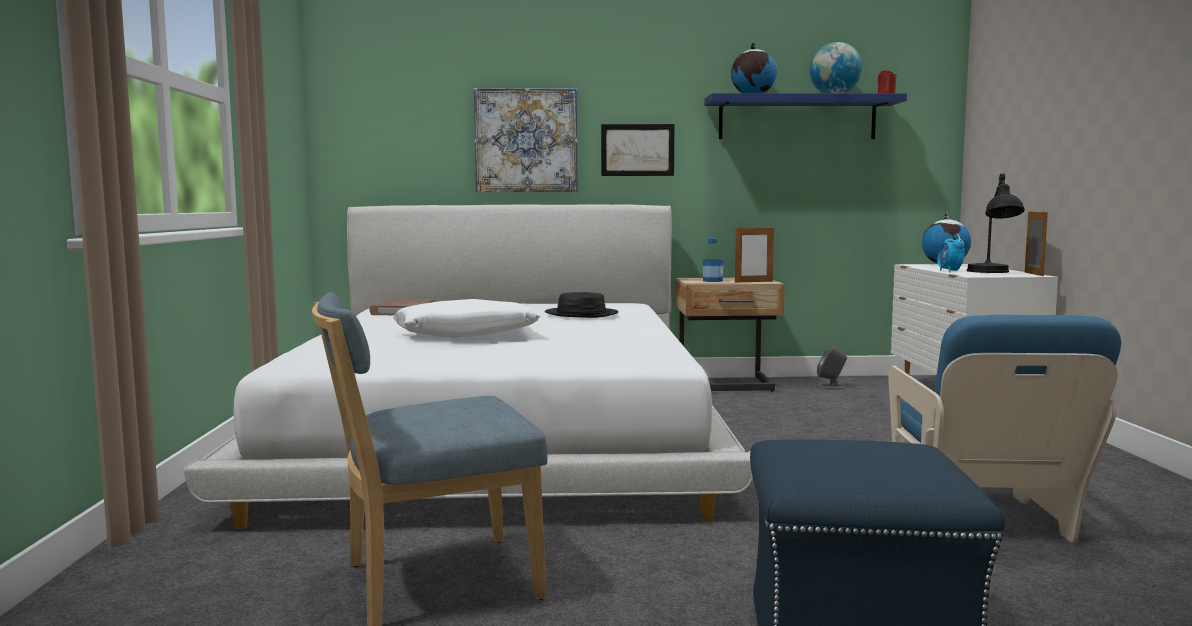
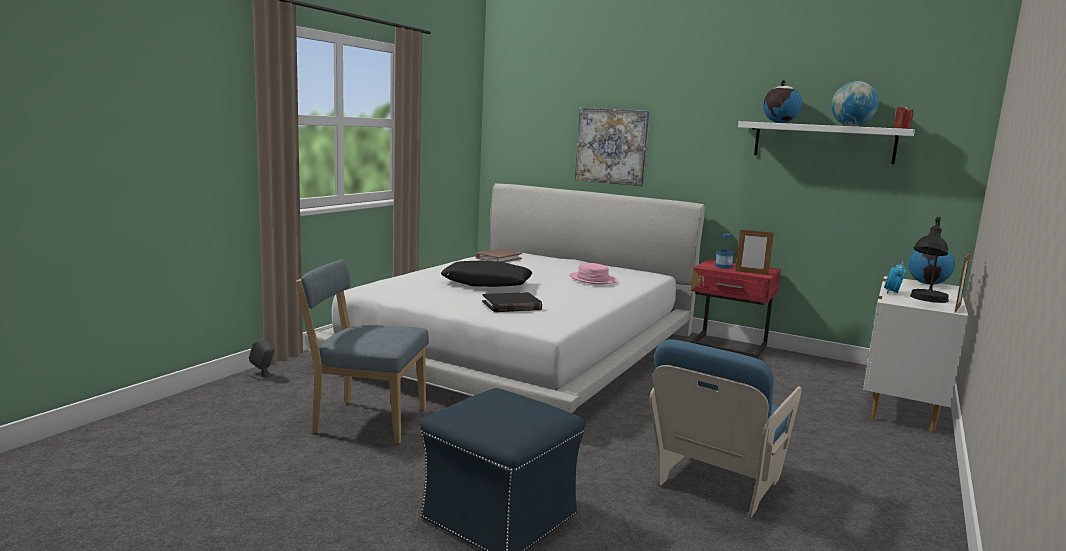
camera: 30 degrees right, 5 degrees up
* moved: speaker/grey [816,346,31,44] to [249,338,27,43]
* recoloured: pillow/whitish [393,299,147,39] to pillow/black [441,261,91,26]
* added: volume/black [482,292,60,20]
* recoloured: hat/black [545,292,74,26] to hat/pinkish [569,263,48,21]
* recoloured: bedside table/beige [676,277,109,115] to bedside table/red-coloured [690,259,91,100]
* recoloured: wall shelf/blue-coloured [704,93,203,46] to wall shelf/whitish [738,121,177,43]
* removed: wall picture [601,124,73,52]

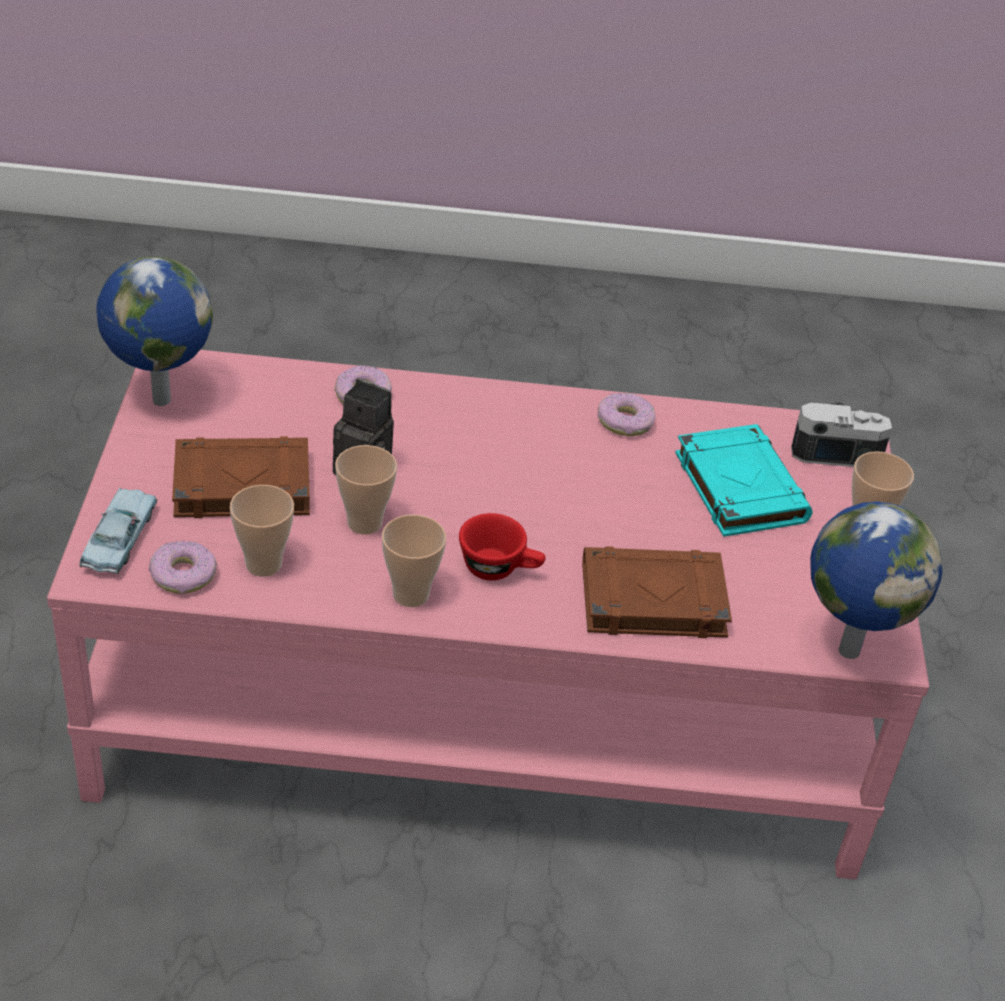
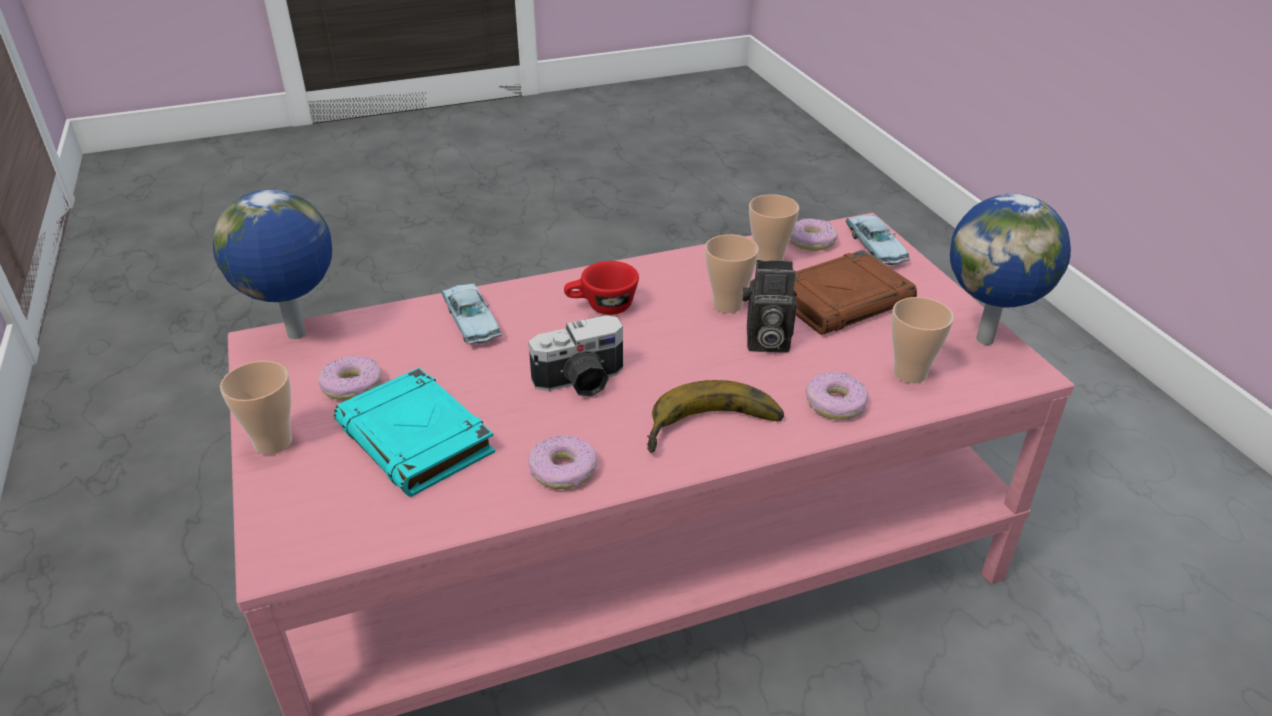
camera: 160 degrees right, 5 degrees down
* added: doughnut [318,356,64,45]
* replaced: volume/brownish [582,546,150,92] to toy car/blue-coloured [442,283,60,61]
* moved: photo camera [791,402,101,65] to [528,315,95,82]
* added: banana fruit [646,380,138,73]
* moved: drinking cup [382,515,64,92] to [891,297,63,86]

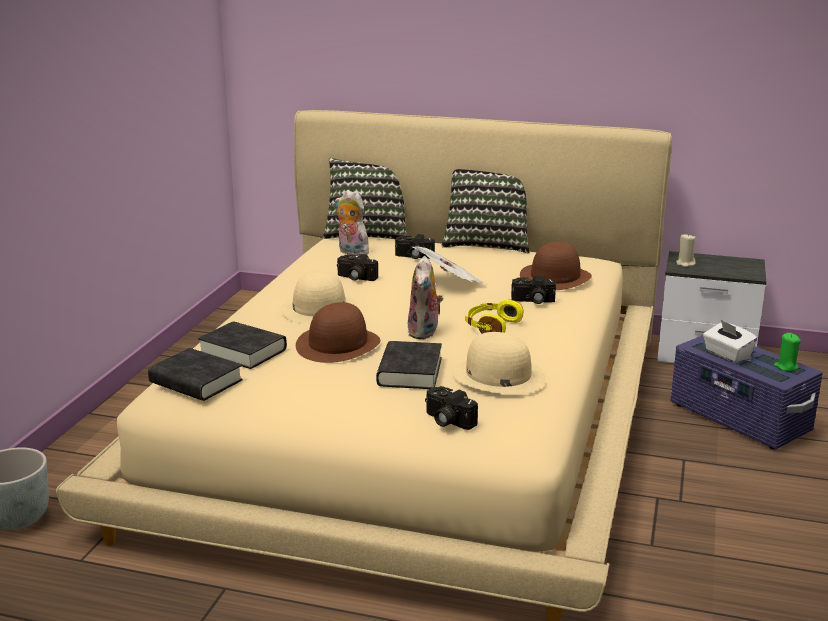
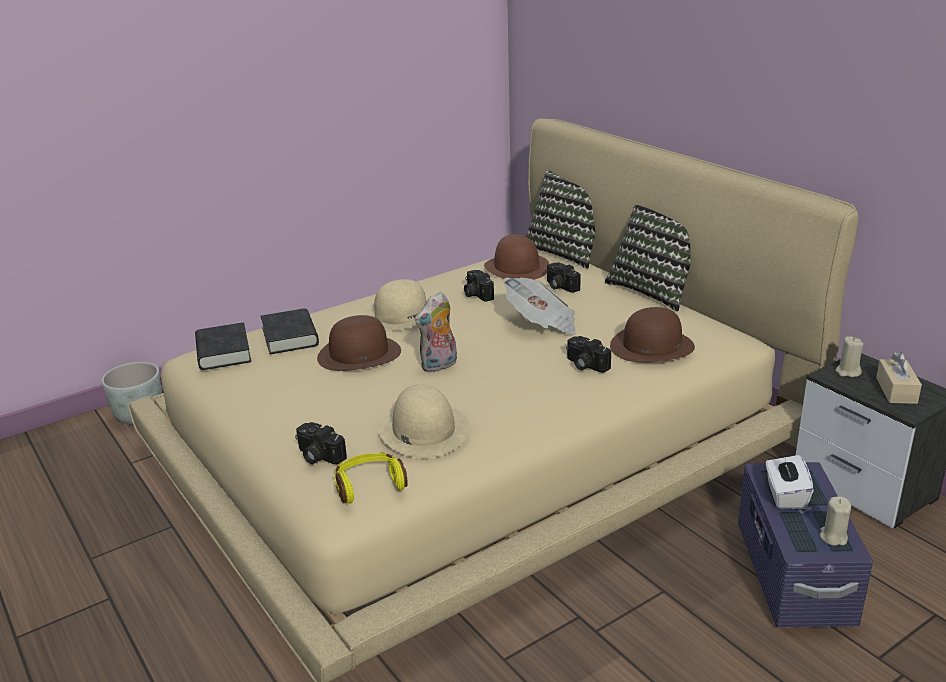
camera: 40 degrees right, 5 degrees up
* turned: photo camera [425,386,53,44] = [295,422,52,43] 45 degrees counterclockwise
* moved: headphones/yellowish [465,300,58,34] to [335,452,73,52]
* replaced: plush toy [335,190,38,66] to hat/brownish [484,234,65,46]
* recoloured: candle/green-coloured [774,333,27,38] to candle/beige [820,496,31,50]
* added: box of tissues/beige [876,352,46,52]
* removed: volume/black [376,341,66,48]

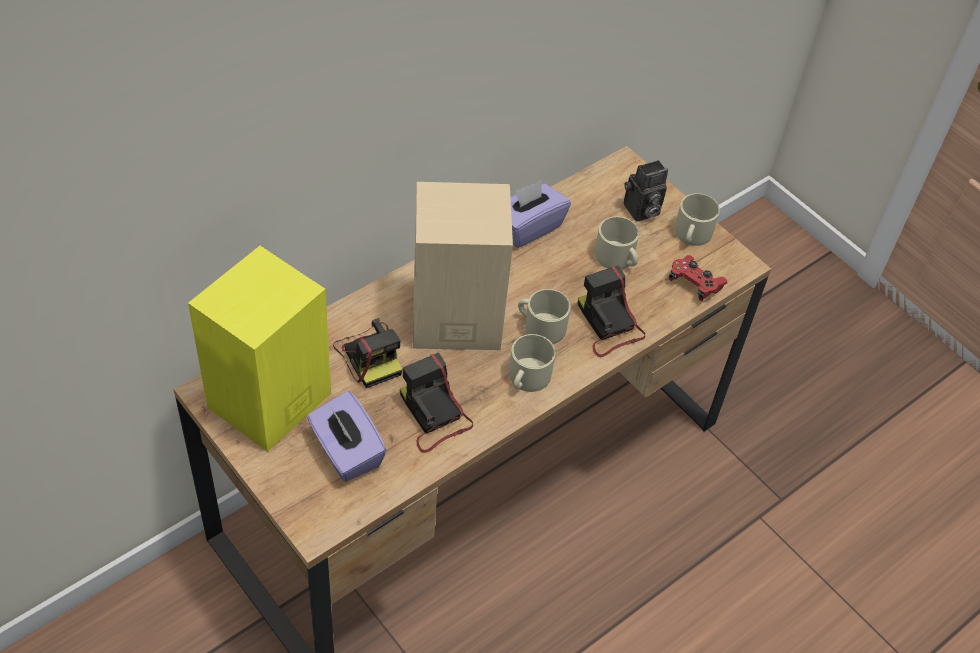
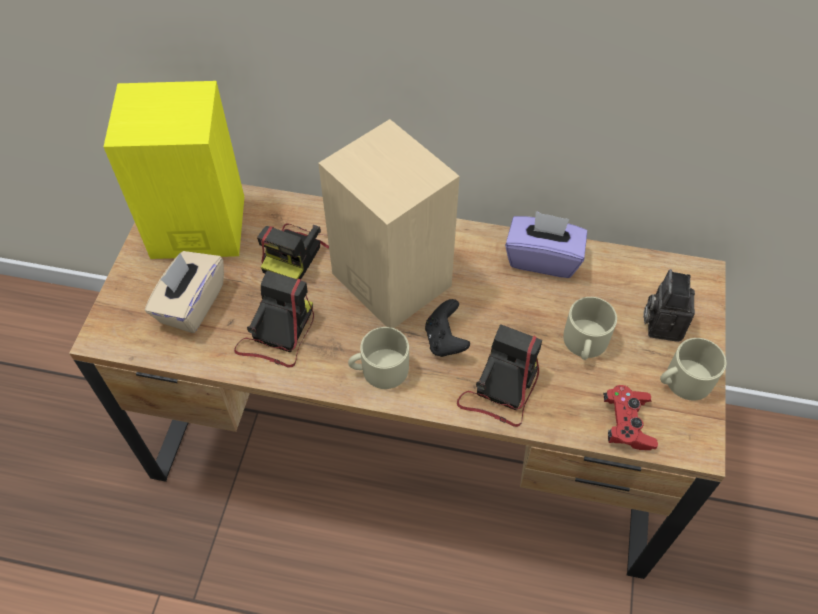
camera: 55 degrees right, 5 degrees up
* recoloured: box of tissues/purple [307,391,80,91] to box of tissues/beige [145,251,79,82]
* replaced: coffee mug/beige [518,289,53,55] to joypad/black [425,299,45,58]
* turned: photo camera [624,160,44,61] = [643,269,52,73] 75 degrees clockwise

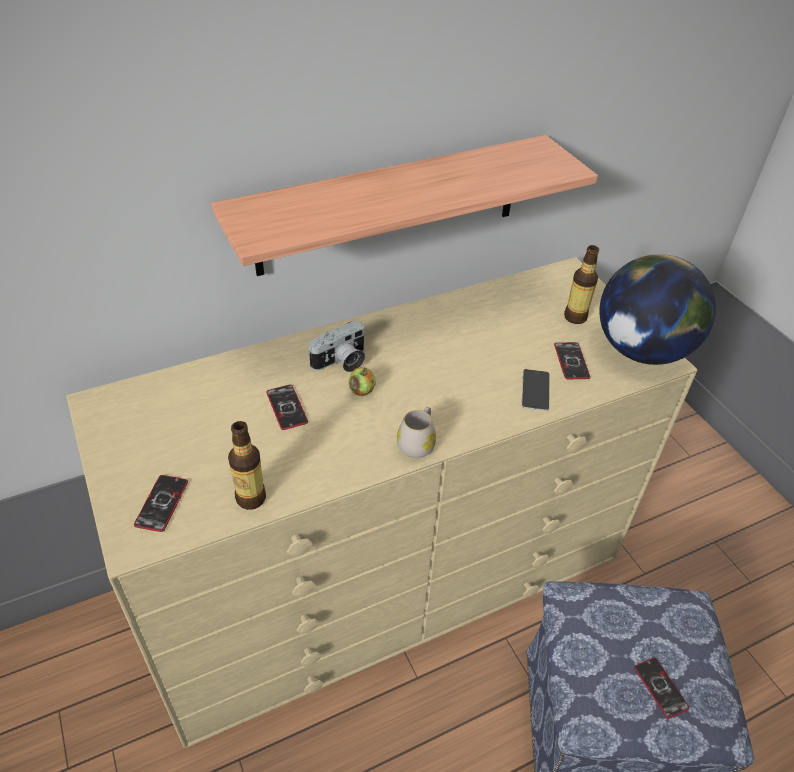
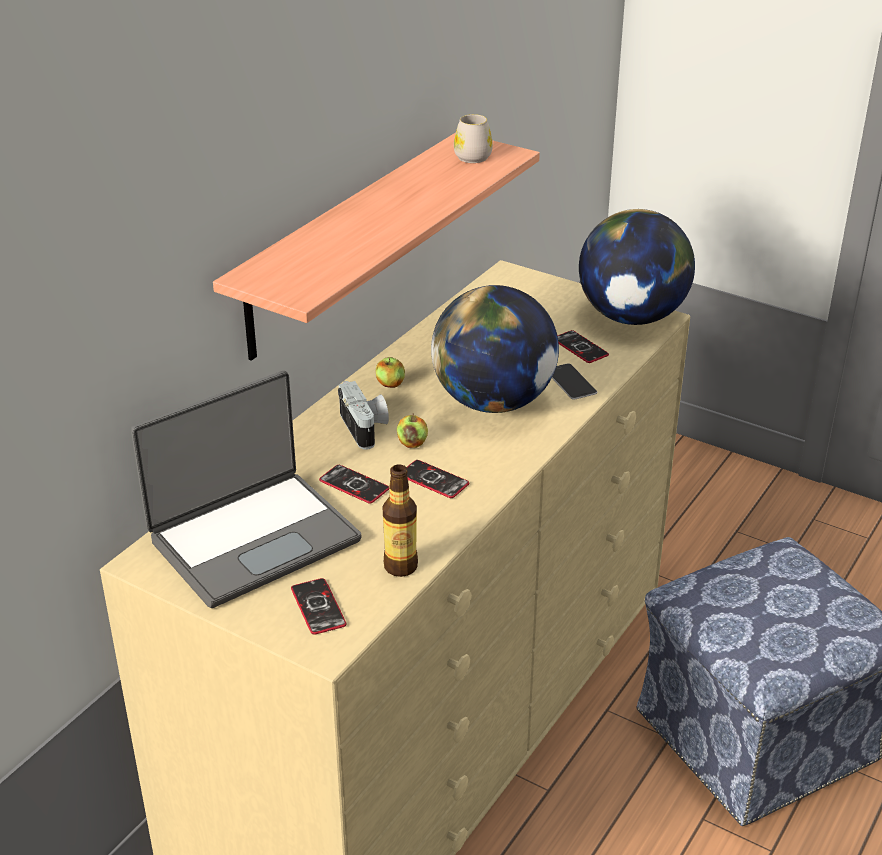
camera: 30 degrees left, 10 degrees down
* added: portable computer [131,371,231,237]
* turned: photo camera [308,320,57,52] = [338,381,51,69] 45 degrees counterclockwise
* added: apple fruit [376,357,29,31]
* moved: phone [634,658,55,61] to [407,460,62,38]
* added: desk globe [431,285,128,128]
* moved: coffee mug/whitish [397,407,39,51] to [454,114,39,49]
* removed: bottle [564,245,35,79]

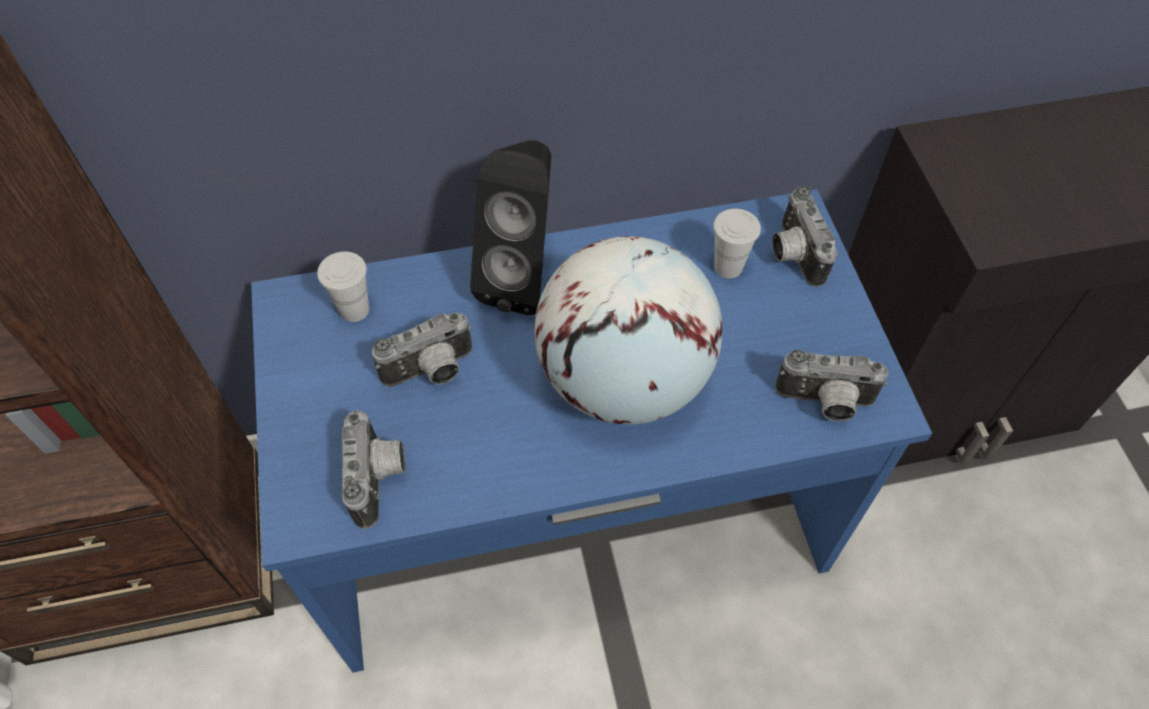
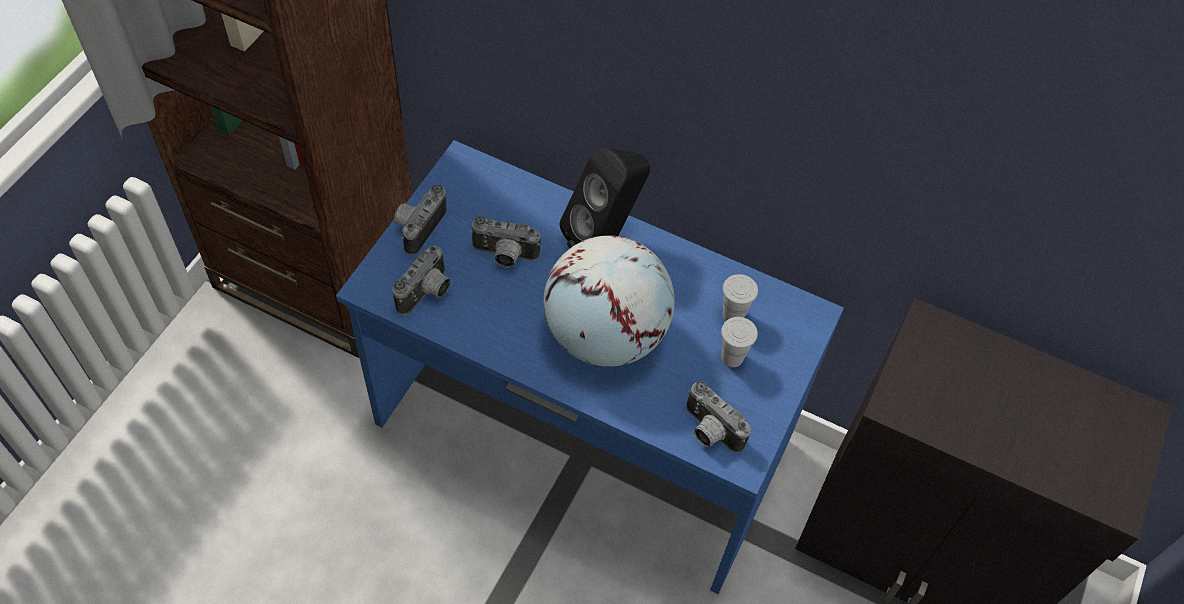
camera: 35 degrees right, 0 degrees up
* moved: photo camera [772,186,65,101] to [394,184,53,71]
* moved: drinking cup/whitish [317,252,52,70] to [721,317,37,50]

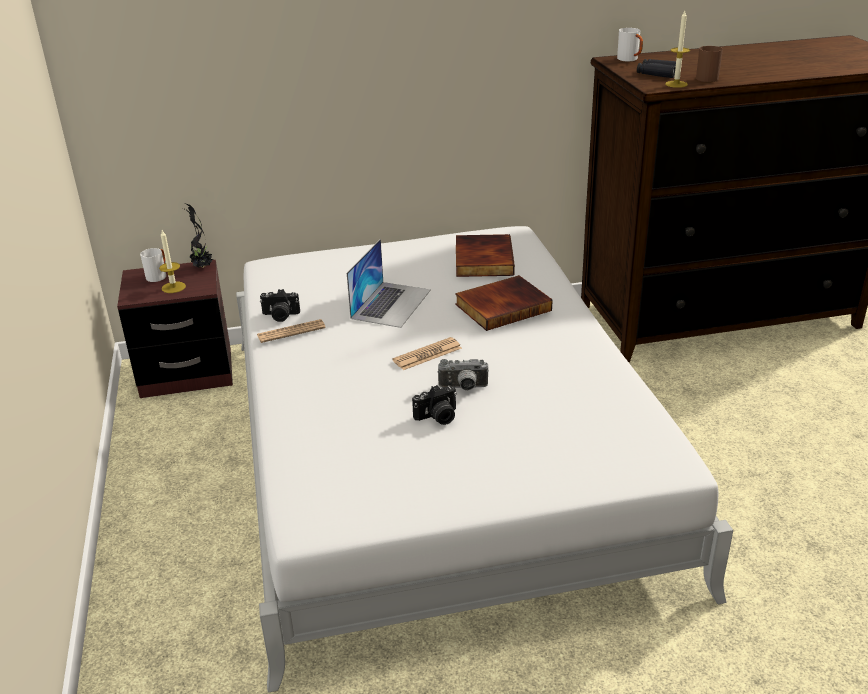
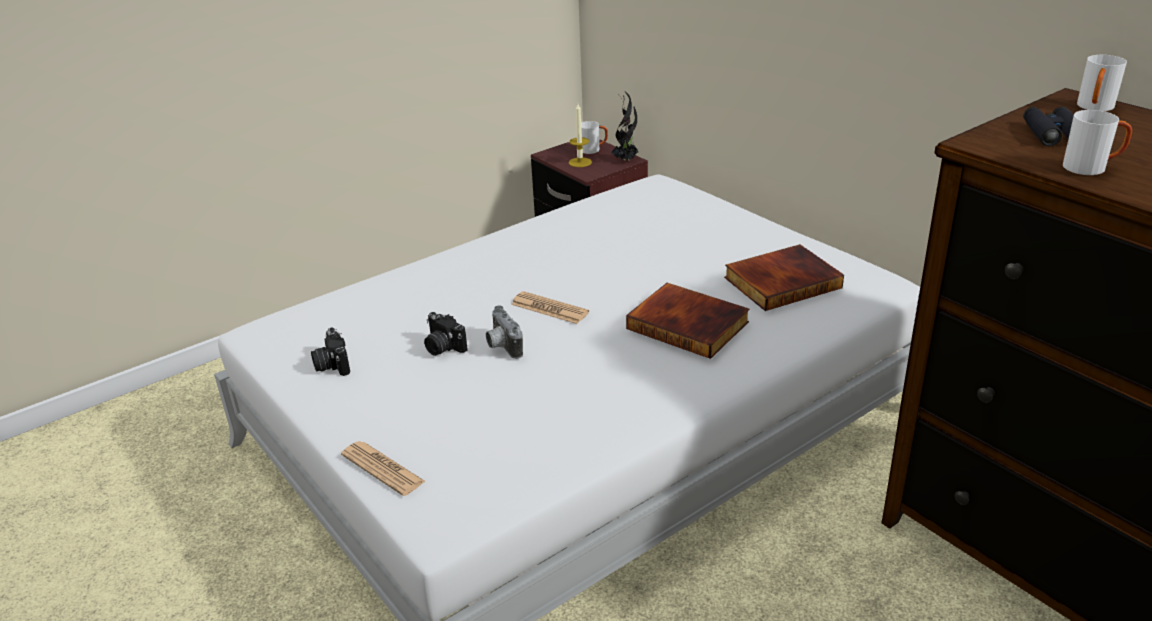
camera: 65 degrees right, 0 degrees up
* moved: photo camera [260,289,40,33] to [311,328,39,48]
* moved: newspaper [257,319,69,24] to [341,441,85,55]
* recoloured: coffee mug/brownish [696,46,27,36] to coffee mug/whitish [1063,110,69,65]
* removed: portable computer [347,239,84,89]
* removed: candle [665,11,25,77]

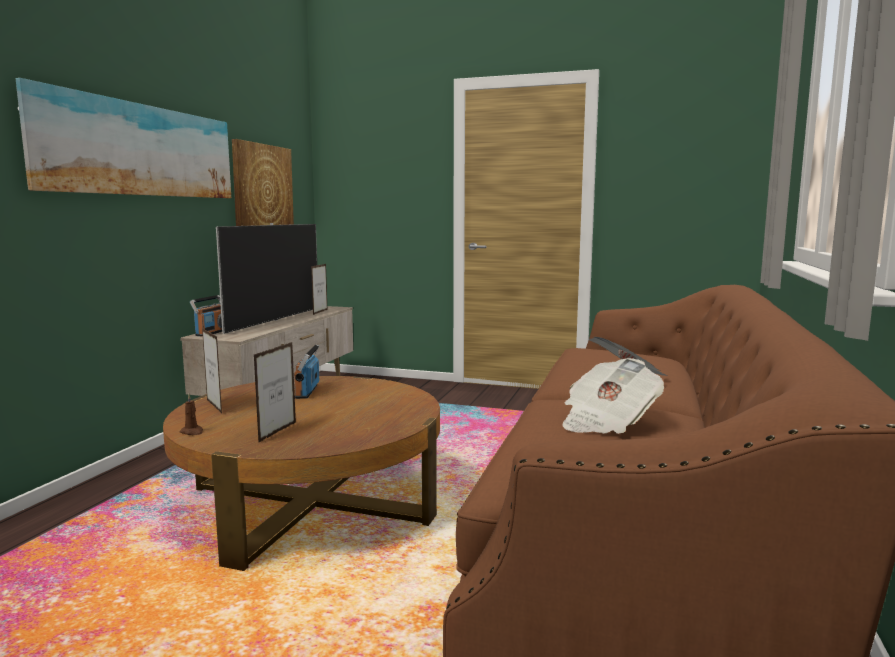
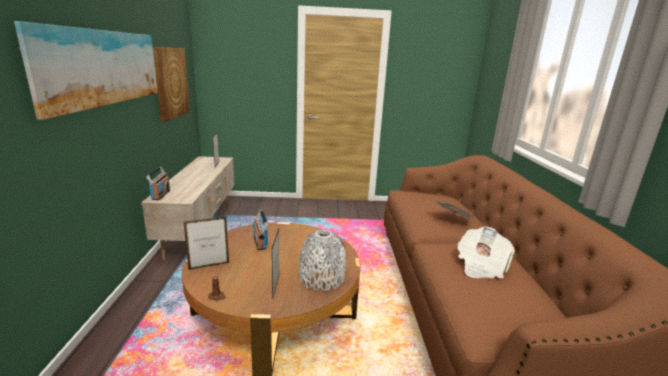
camera: 20 degrees left, 10 degrees up
* turned: picture frame [202,328,20,85] = [183,216,46,54] 60 degrees counterclockwise
* added: vase/grey [299,230,47,61]
* removed: TV [216,223,101,111]

